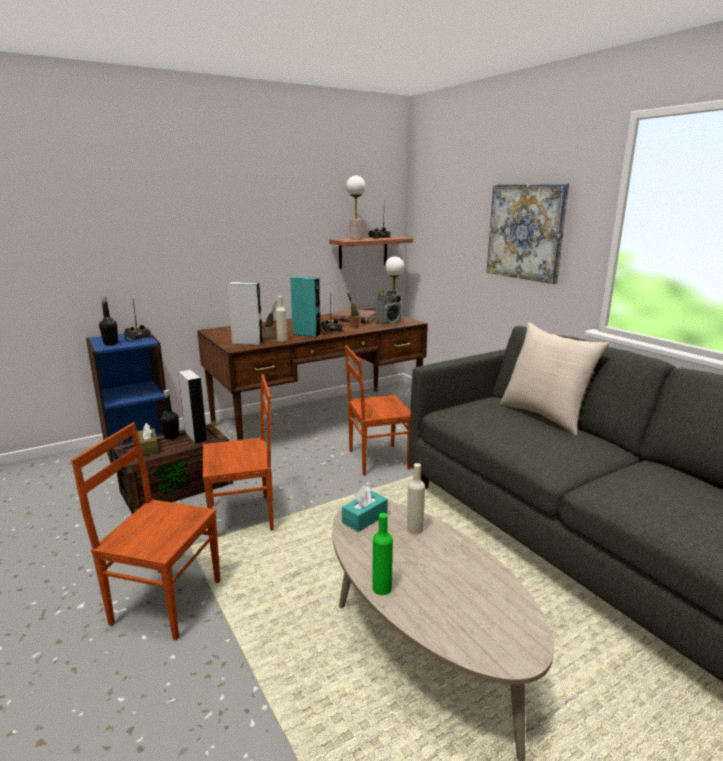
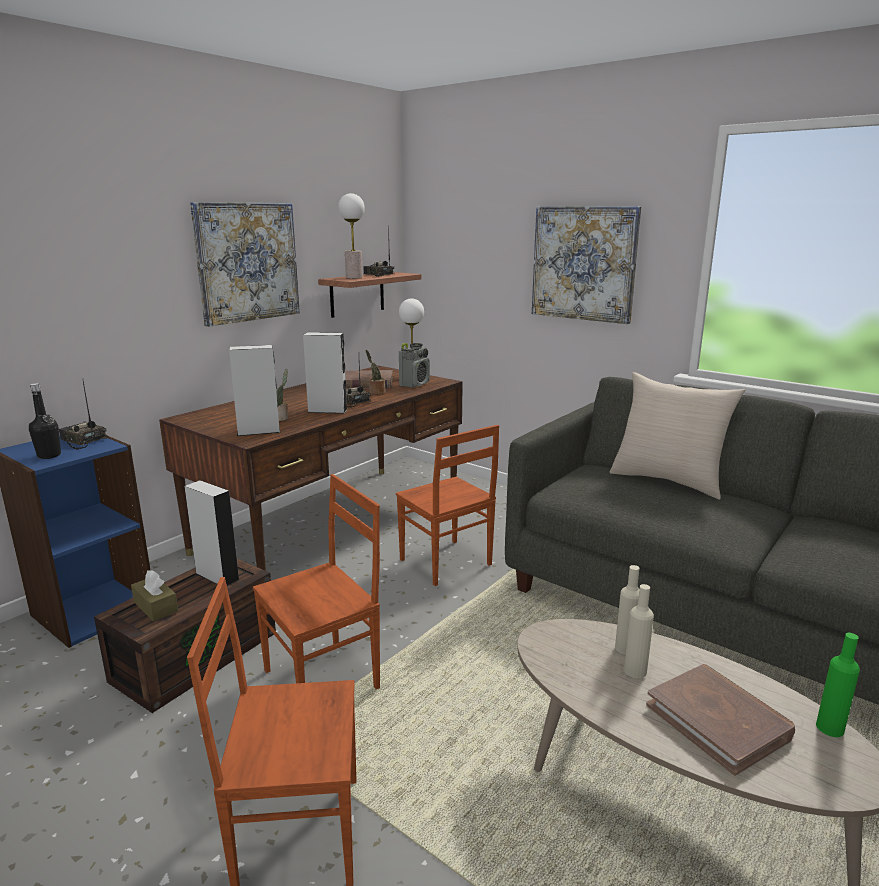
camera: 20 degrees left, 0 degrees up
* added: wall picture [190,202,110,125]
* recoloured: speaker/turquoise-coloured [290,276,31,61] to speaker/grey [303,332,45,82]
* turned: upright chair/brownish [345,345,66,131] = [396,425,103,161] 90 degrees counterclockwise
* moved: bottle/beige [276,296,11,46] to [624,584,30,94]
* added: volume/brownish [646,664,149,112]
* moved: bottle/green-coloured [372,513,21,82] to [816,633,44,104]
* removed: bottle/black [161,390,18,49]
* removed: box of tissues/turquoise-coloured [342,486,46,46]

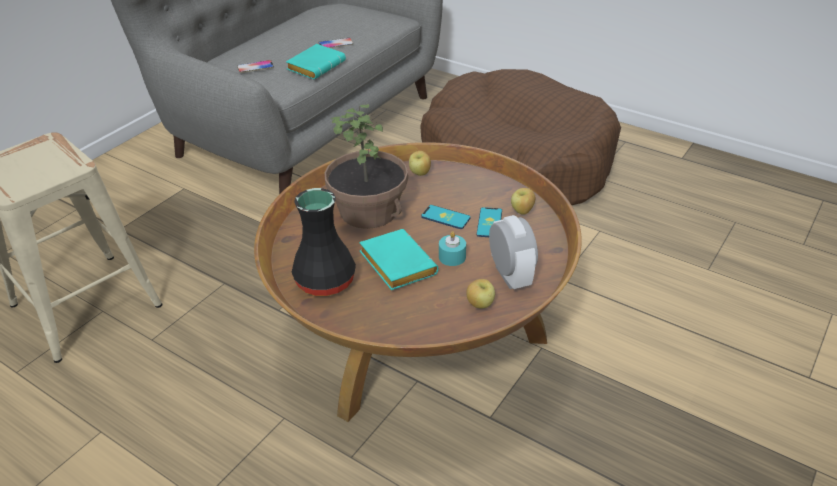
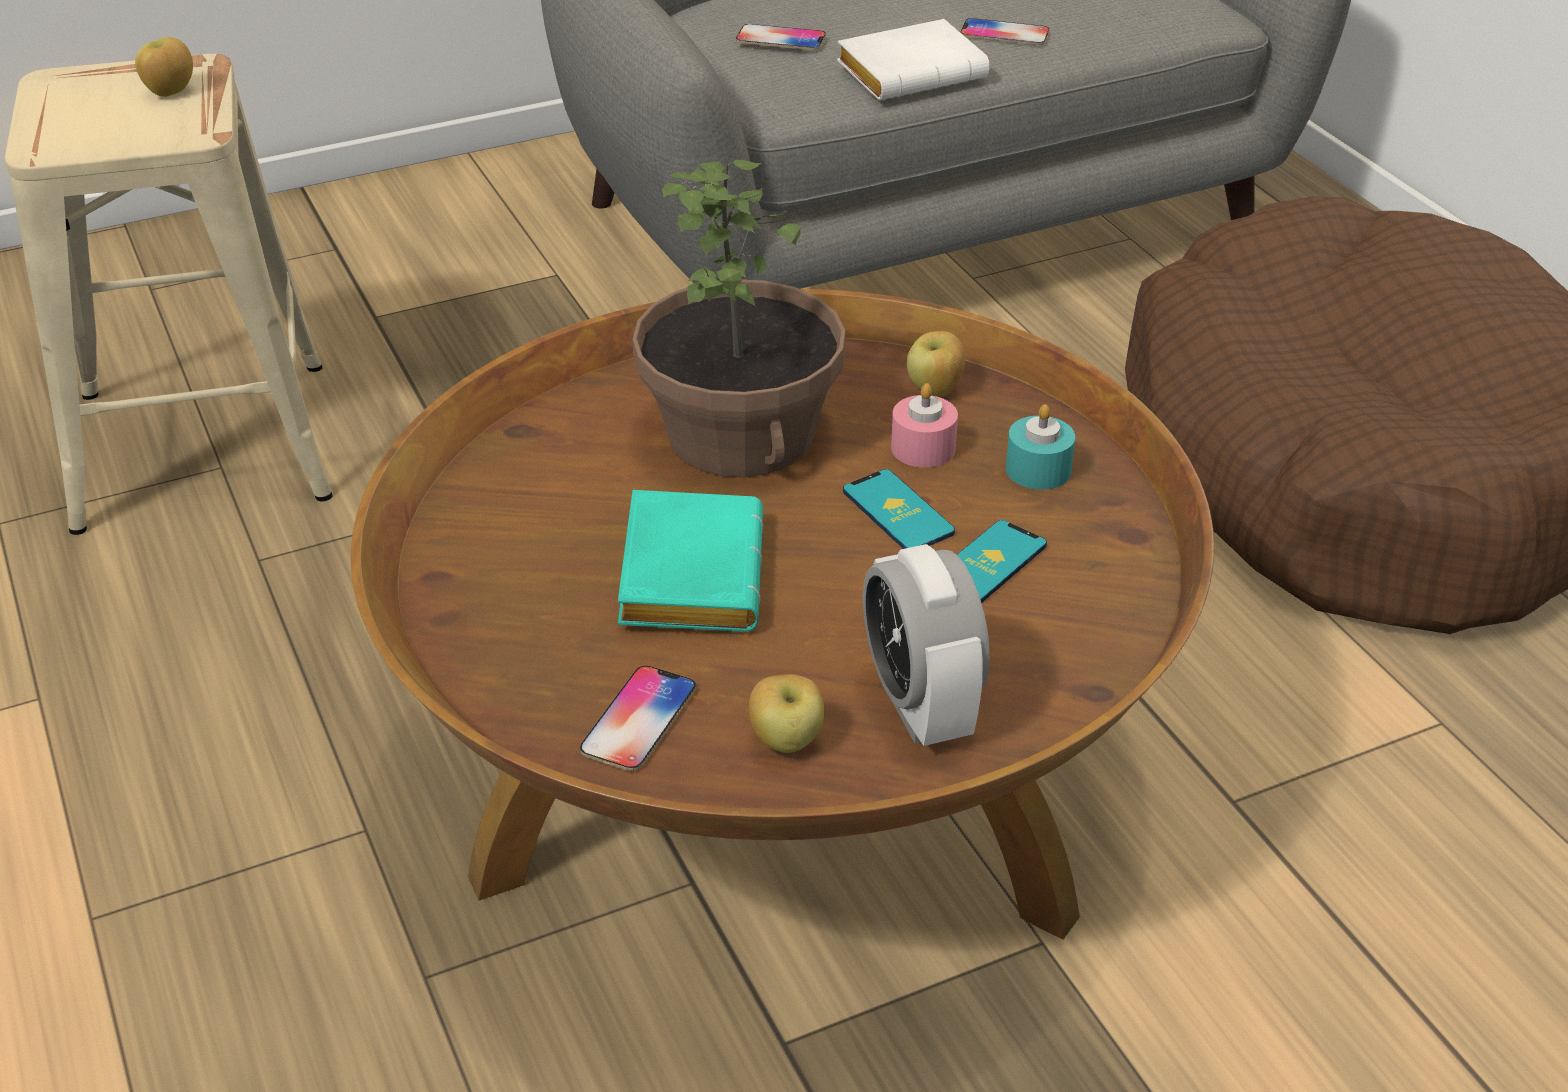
camera: 30 degrees right, 0 degrees up
* moved: apple fruit [511,188,24,27] to [135,37,58,60]
* added: phone [580,666,116,105]
* recoloured: volume/turquoise-coloured [286,44,60,35] to volume/whitish [837,19,153,81]
* turned: alarm clock [489,215,49,74] = [863,544,127,202] 150 degrees clockwise
* added: candle/pinkish [891,383,67,85]
* moved: candle/turquoise-coloured [439,231,27,35] to [1006,404,69,86]
* removed: vase/black [292,188,64,108]

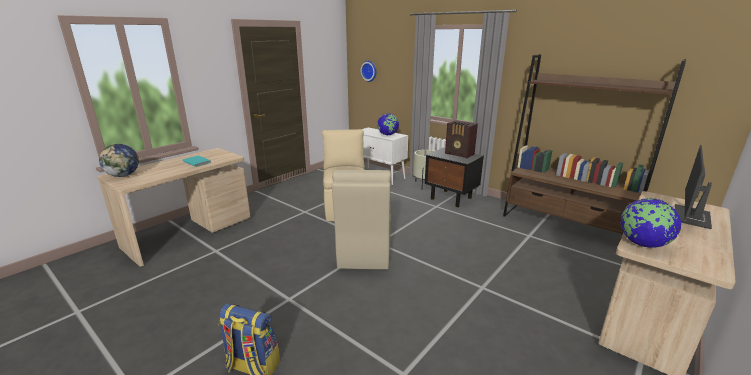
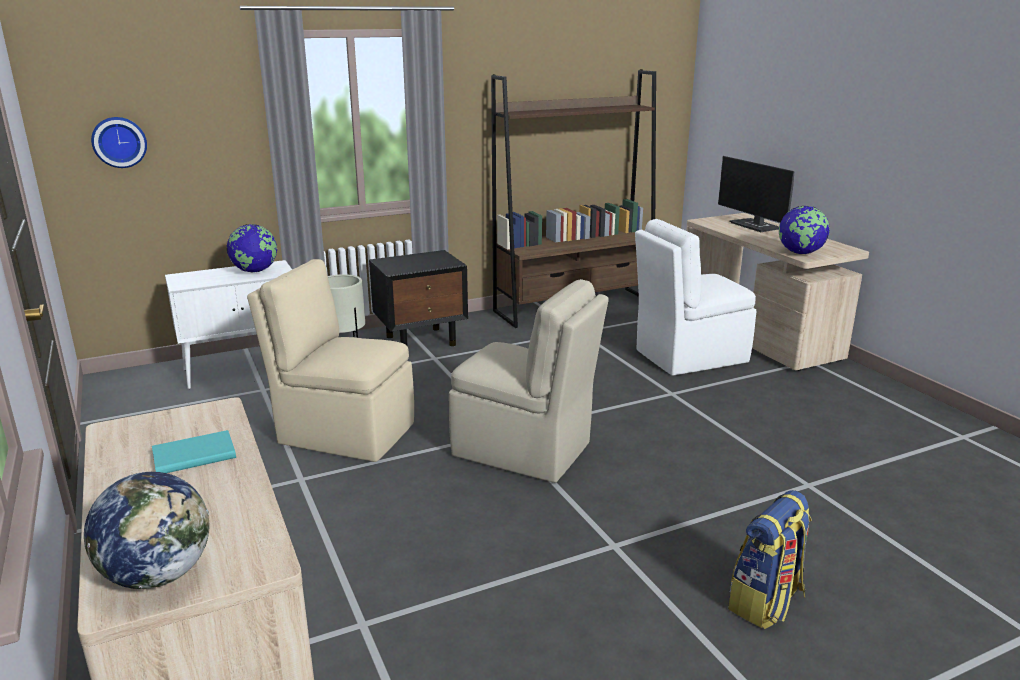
camera: 65 degrees left, 0 degrees up
* added: upright chair/whitish [635,219,121,157]
* removed: radio receiver [445,120,33,38]

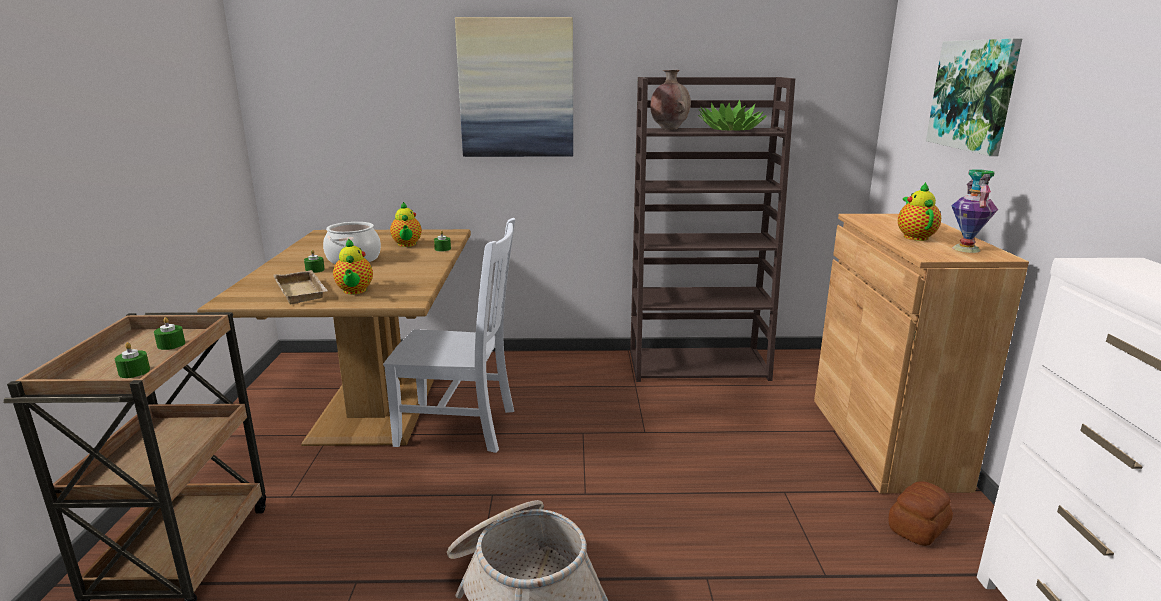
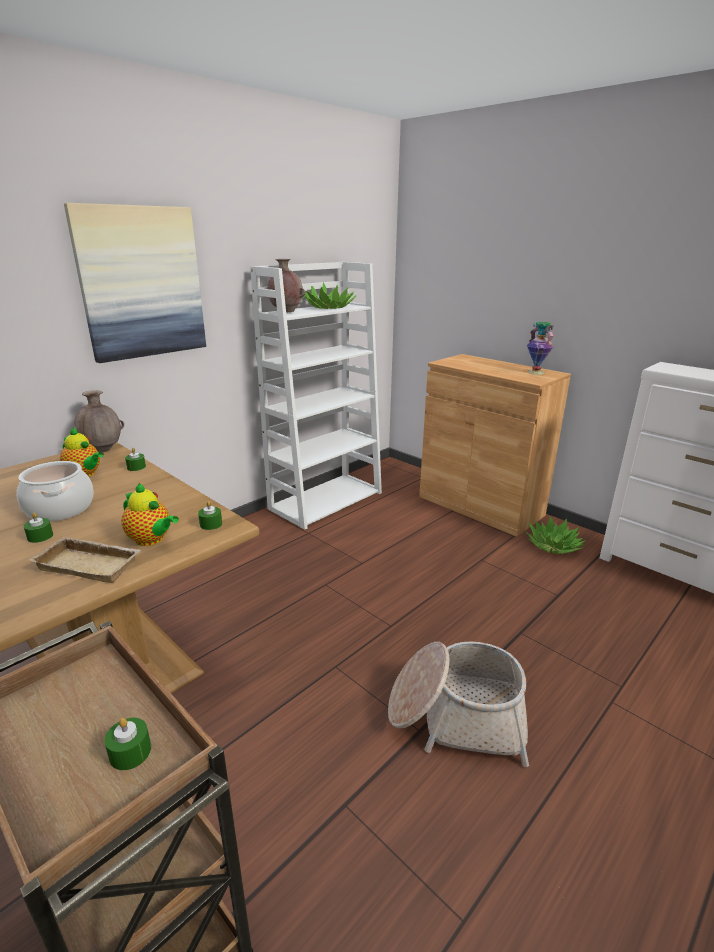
camera: 45 degrees left, 5 degrees up
* added: vase/brownish [74,390,50,62]
* moved: candle/green-coloured [154,317,31,33] to [198,501,24,29]
* recoloured: bookshelf/brownish [630,77,165,305] to bookshelf/whitish [250,262,132,268]
* replaced: bakery bread [888,481,65,65] to houseplant [526,516,60,38]
* removed: upright chair/whitish [383,218,132,235]
* removed: pot for tea [898,182,43,59]
* removed: wall picture [926,39,96,117]

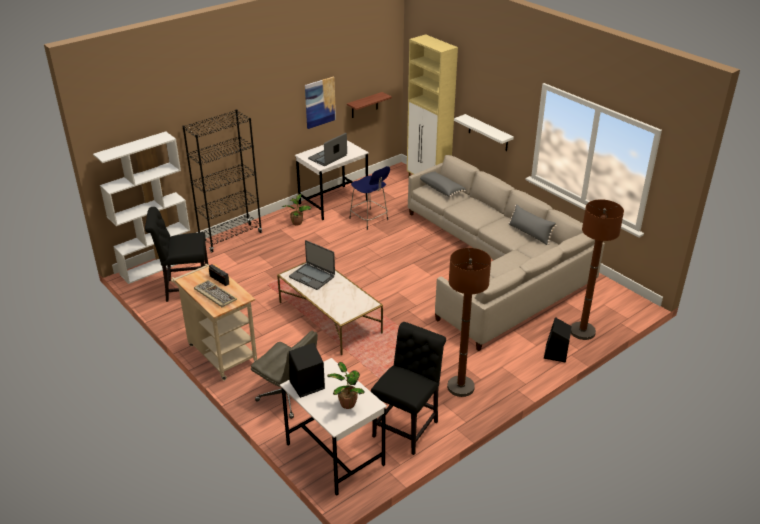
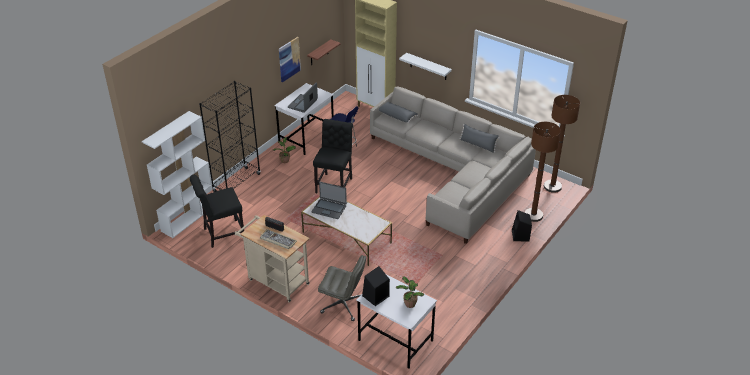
camera: 15 degrees left, 5 degrees up
* moved: upright chair/black [371,322,75,133] to [313,119,40,74]
* moved: standing lamp/brownish [447,248,44,149] to [544,95,36,98]

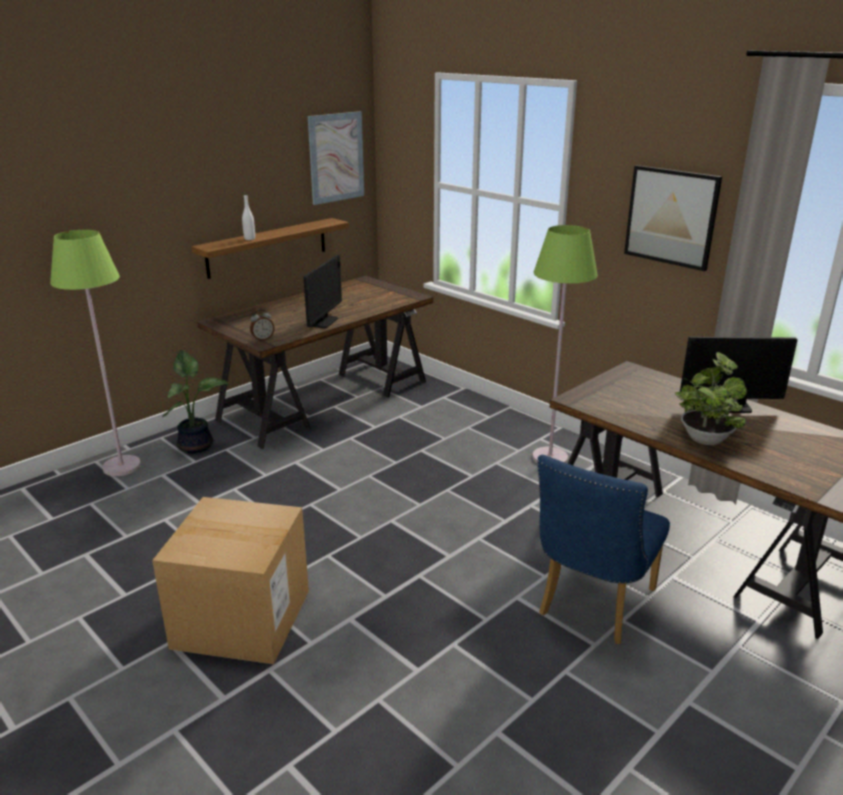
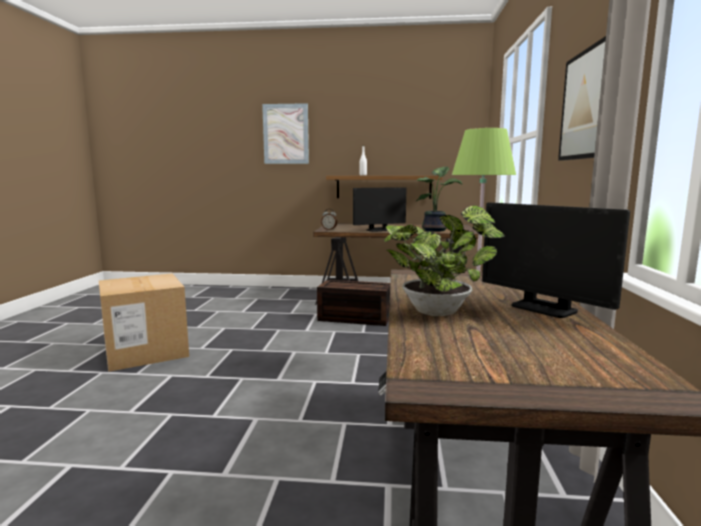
camera: 50 degrees right, 15 degrees down
* moved: wall picture [308,111,56,94] to [262,103,47,61]
* added: storage box/brownish [317,280,73,46]
* moved: houseplant [162,350,67,104] to [416,166,46,66]
* removed: standing lamp/green-coloured [50,230,91,246]
* removed: upright chair/blue-coloured [537,455,133,189]

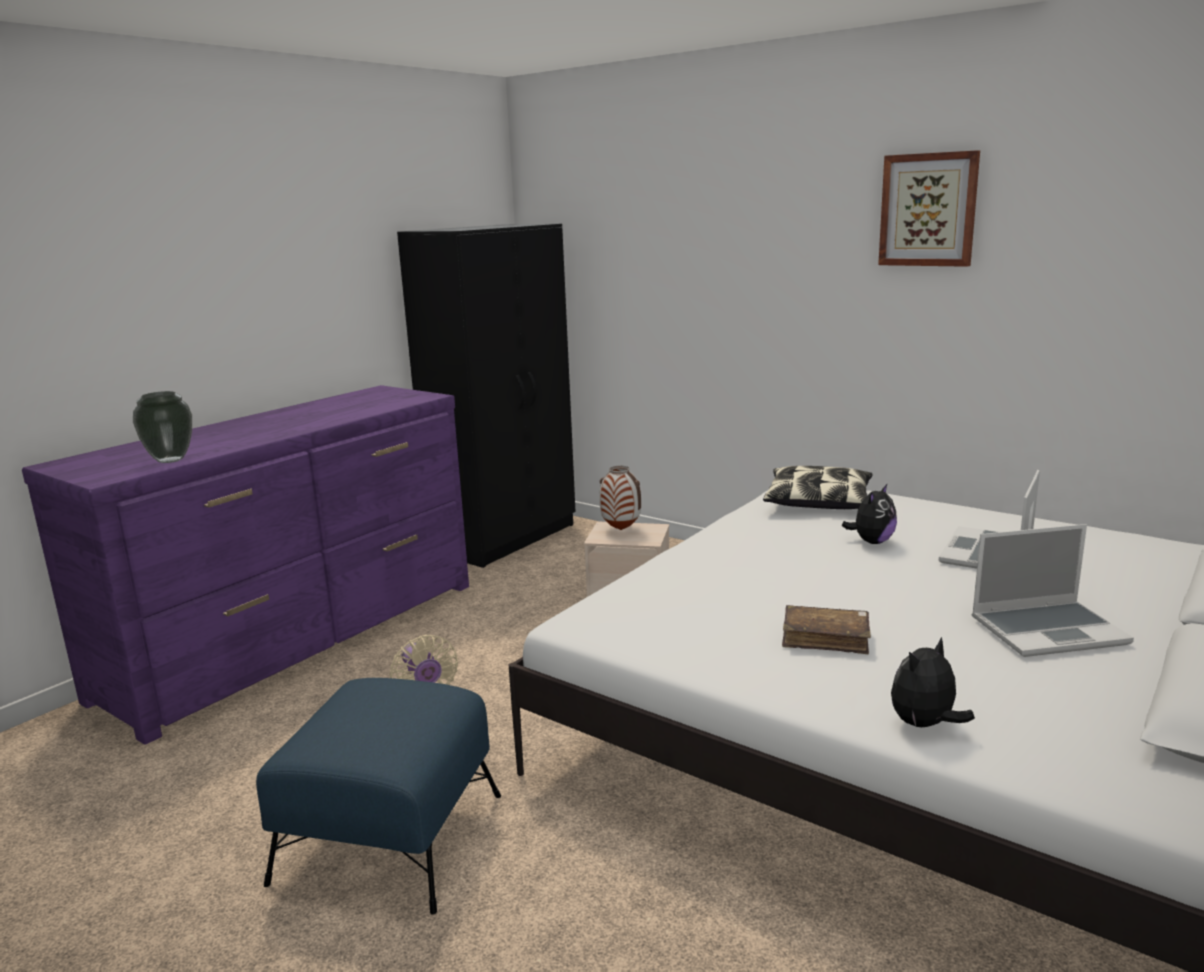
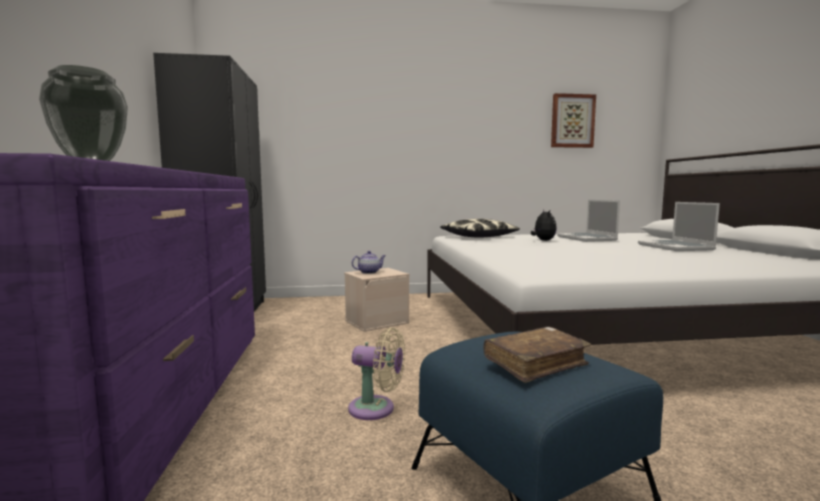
camera: 45 degrees left, 10 degrees down
* replaced: vase [599,466,42,64] to pot for tea [352,251,34,23]
* moved: volume/brownish [782,605,89,49] to [484,327,107,56]
* moved: wall picture [878,150,102,117] to [551,93,45,55]
* turned: portable computer [972,524,162,133] = [638,202,82,49] 135 degrees clockwise
* removed: plush toy [891,636,84,91]

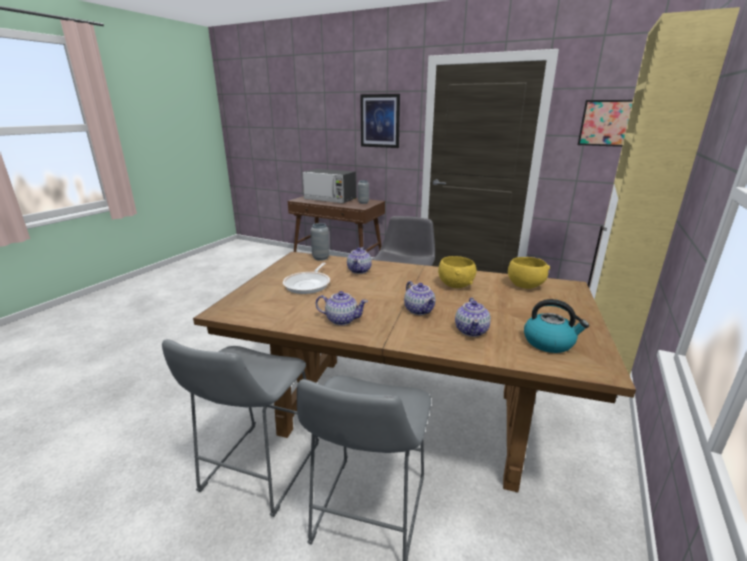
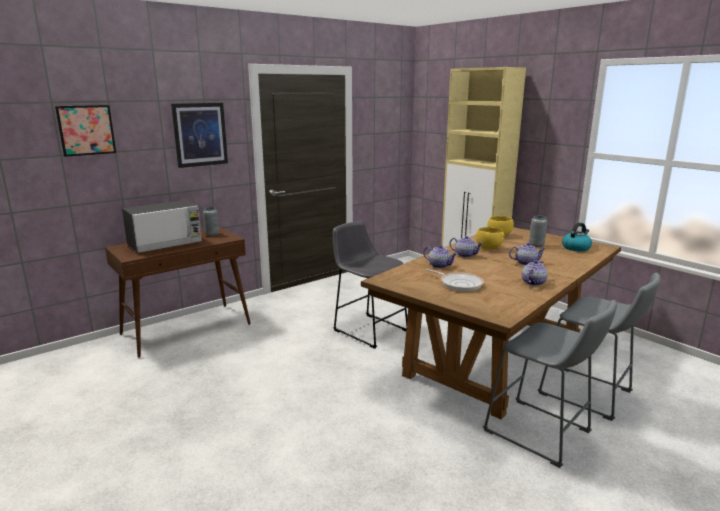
camera: 65 degrees left, 5 degrees down
* moved: wall picture [578,100,55,47] to [55,105,61,52]
* moved: pot for tea [455,298,36,39] to [449,236,34,22]
* moved: vase/grey [310,223,20,38] to [529,216,18,31]

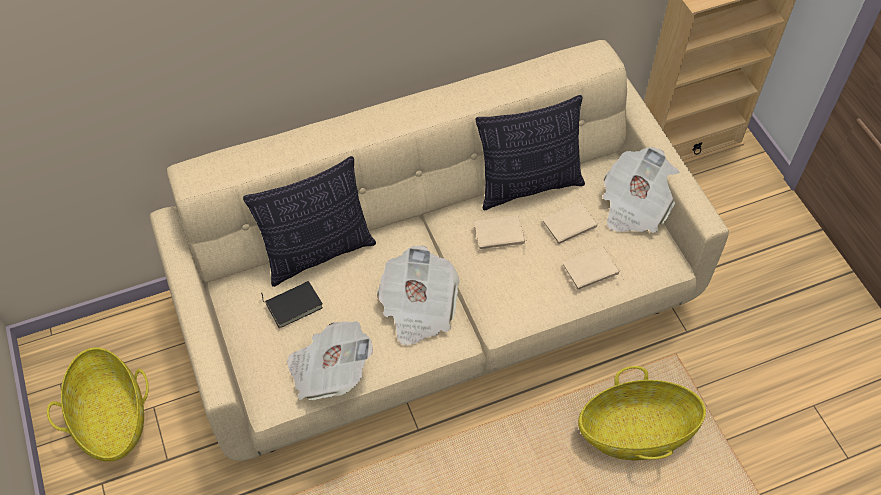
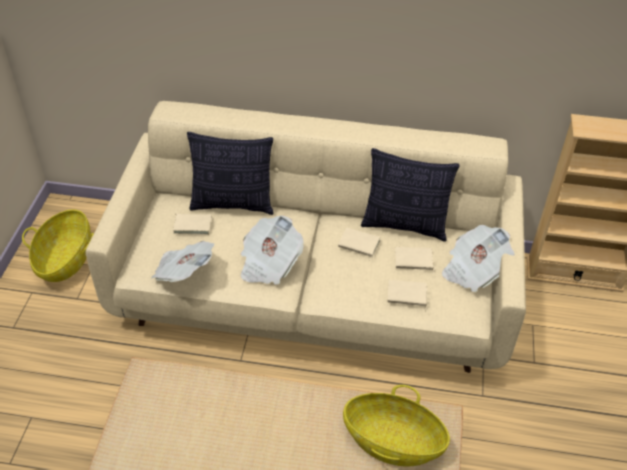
camera: 30 degrees right, 10 degrees down
* recoloured: volume/black [261,281,62,47] to volume/beige [173,209,39,26]

